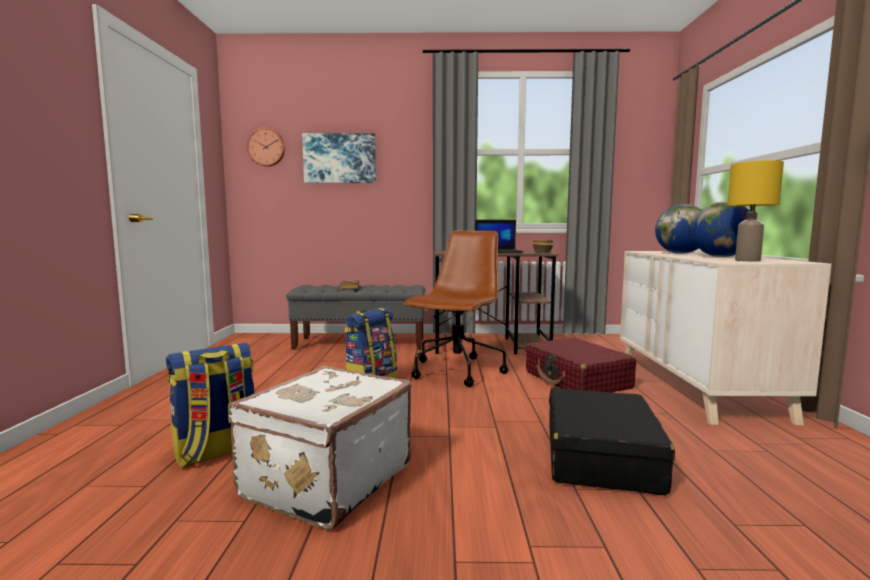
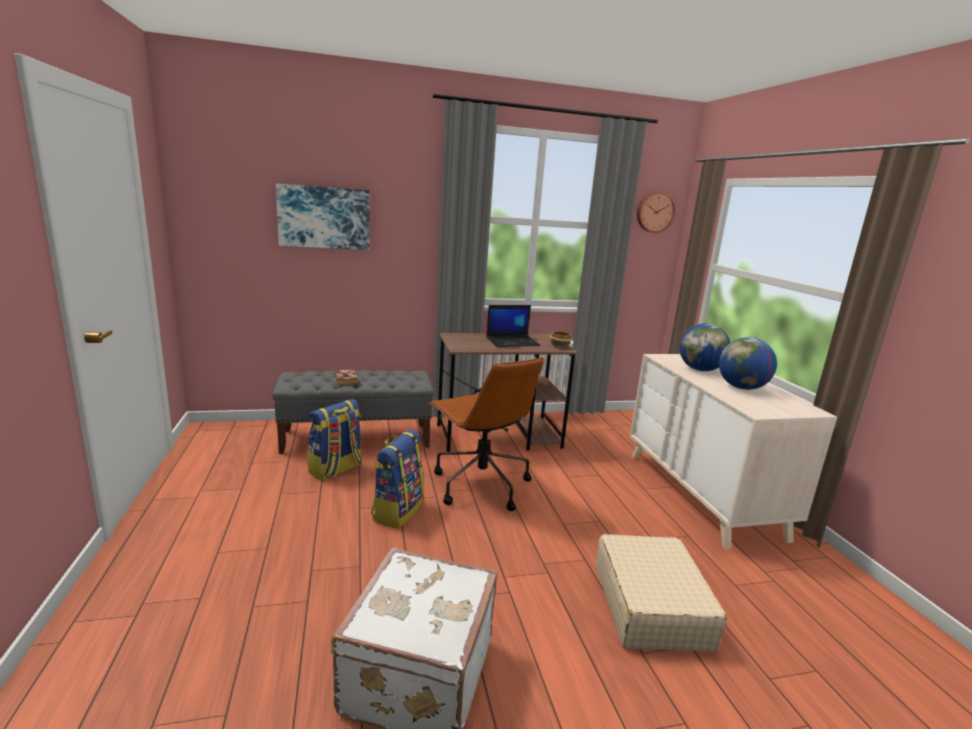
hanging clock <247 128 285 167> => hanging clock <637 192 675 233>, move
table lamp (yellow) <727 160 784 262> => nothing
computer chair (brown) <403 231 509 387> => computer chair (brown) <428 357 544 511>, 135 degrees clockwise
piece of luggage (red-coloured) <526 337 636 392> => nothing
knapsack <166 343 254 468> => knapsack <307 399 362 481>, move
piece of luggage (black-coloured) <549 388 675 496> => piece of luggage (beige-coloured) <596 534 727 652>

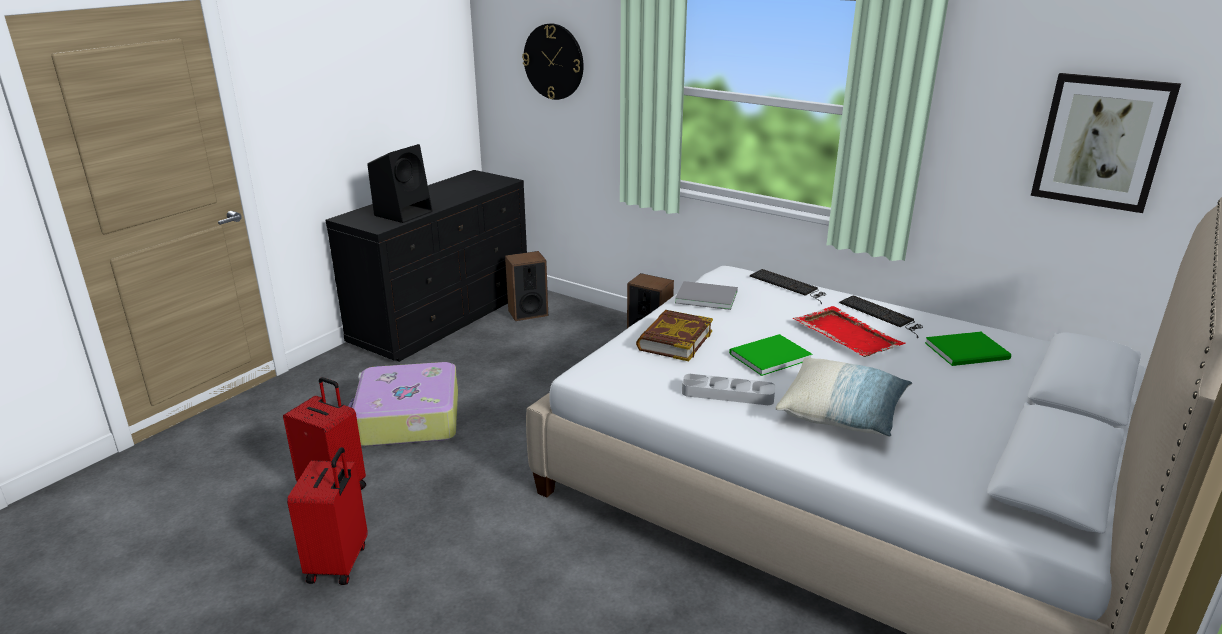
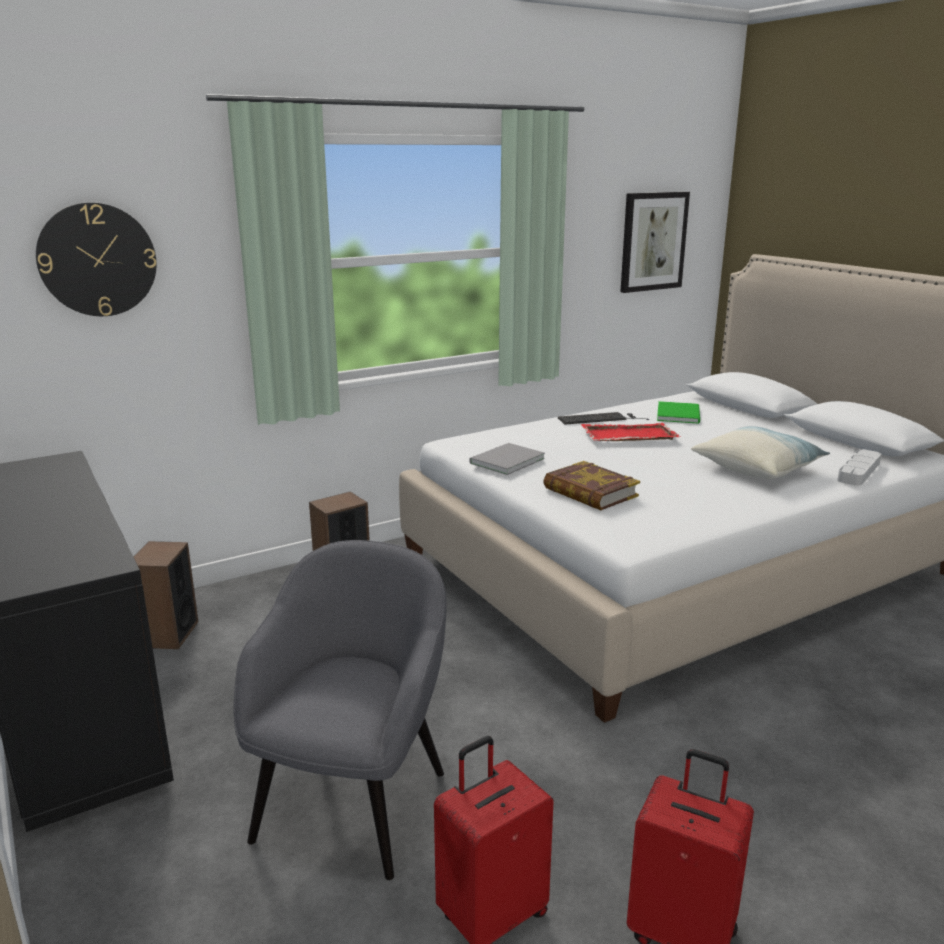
audio speaker (black-coloured) <367 144 432 223> => nothing
PC keyboard <750 269 826 304> => nothing
volume (green) <729 334 812 376> => nothing
piece of luggage <348 362 458 446> => armchair (gray) <233 540 447 880>
serving tray (gray) <682 374 775 405> => serving tray (gray) <837 449 881 486>, move

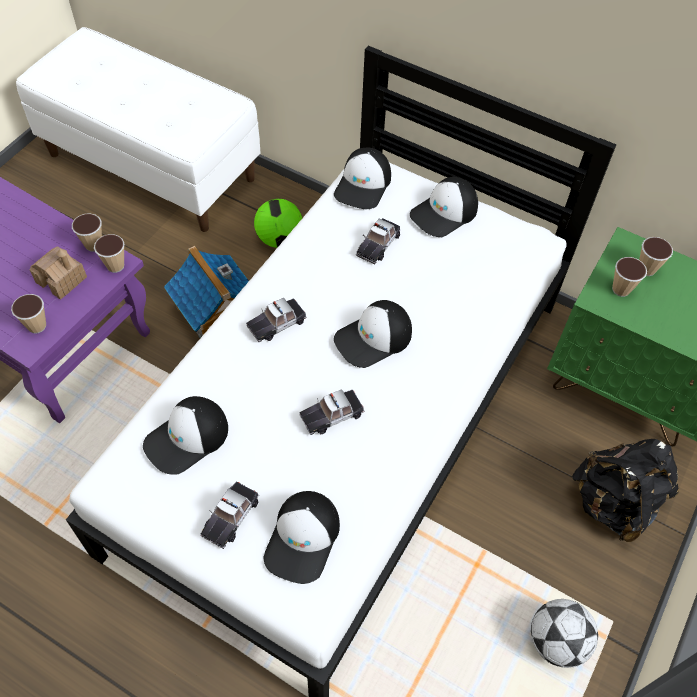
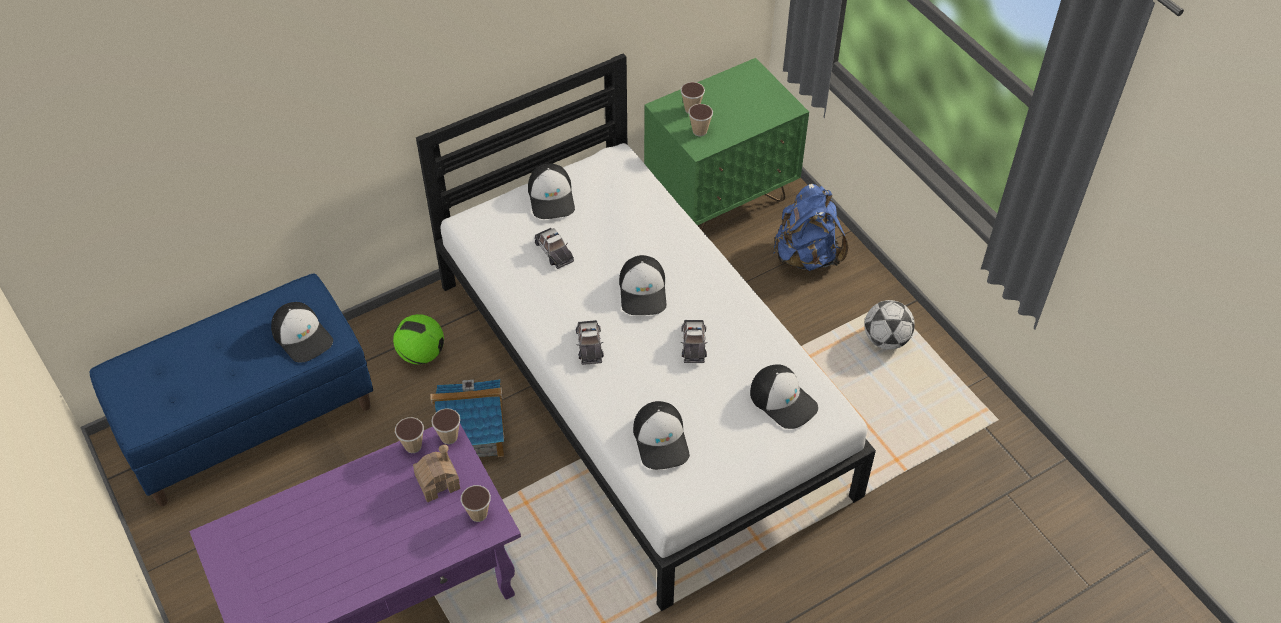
bench (whitish) <16 27 260 232> => bench (blue-coloured) <89 273 373 506>
peaked cap <334 148 391 209> => peaked cap <271 302 333 362>, move
knapsack (black-coloured) <572 439 679 542> => knapsack (blue-coloured) <773 184 848 271>
miniature car <200 481 259 549> => nothing

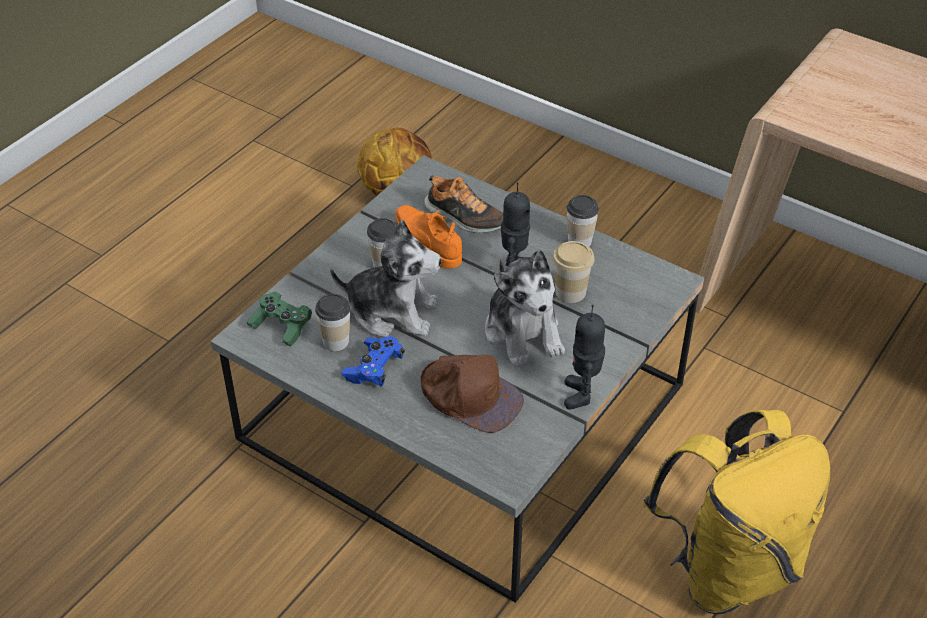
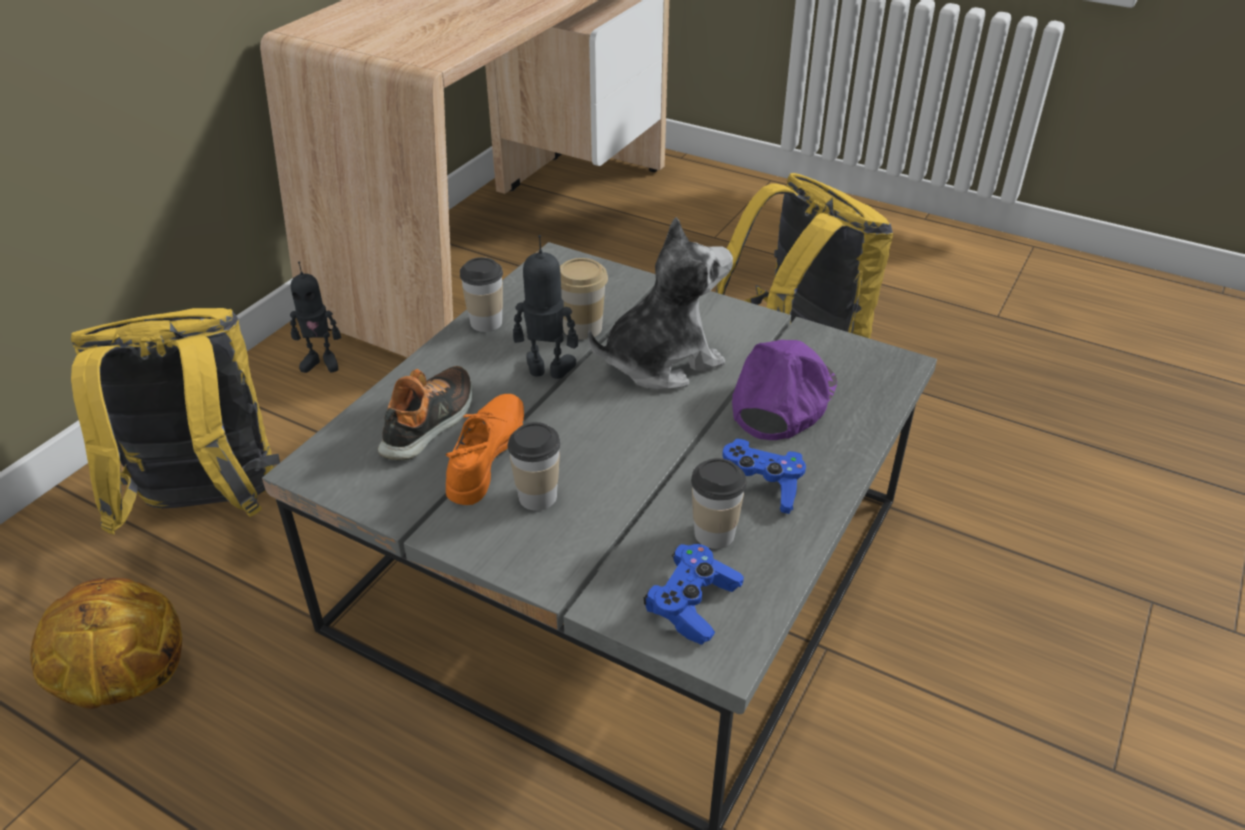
shoe (orangey) <395 205 462 269> => shoe (orangey) <445 394 524 505>, 150 degrees clockwise
plush toy <330 220 441 337> => nothing
joypad (green) <247 291 312 346> => joypad (blue-coloured) <644 544 744 645>
toy robot <564 305 605 410> => toy robot <290 262 341 373>, move
peaked cap (brown) <420 355 524 433> => peaked cap (purple) <732 340 837 440>
nothing => knapsack (yellow) <71 308 280 535>

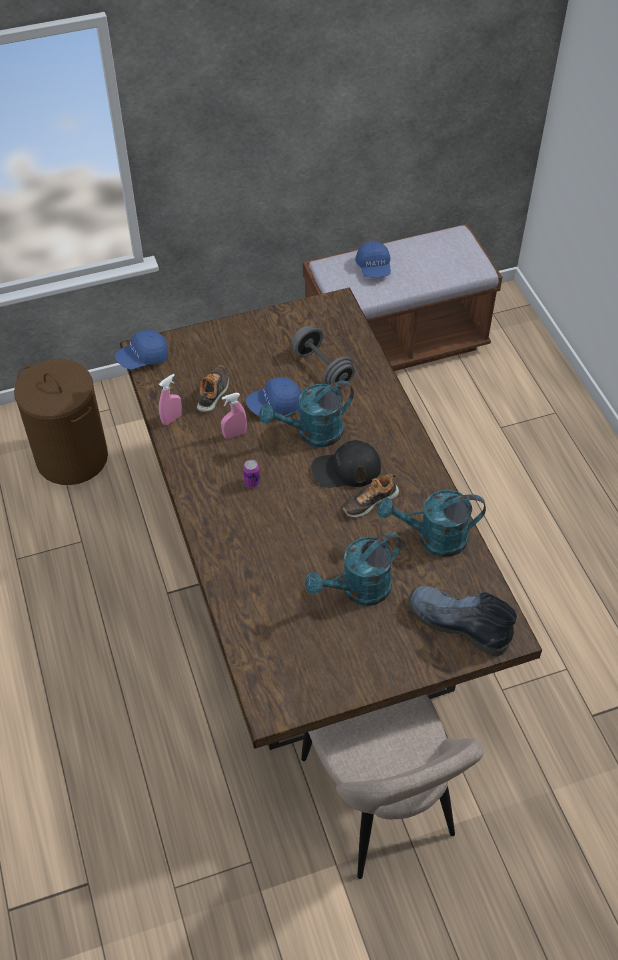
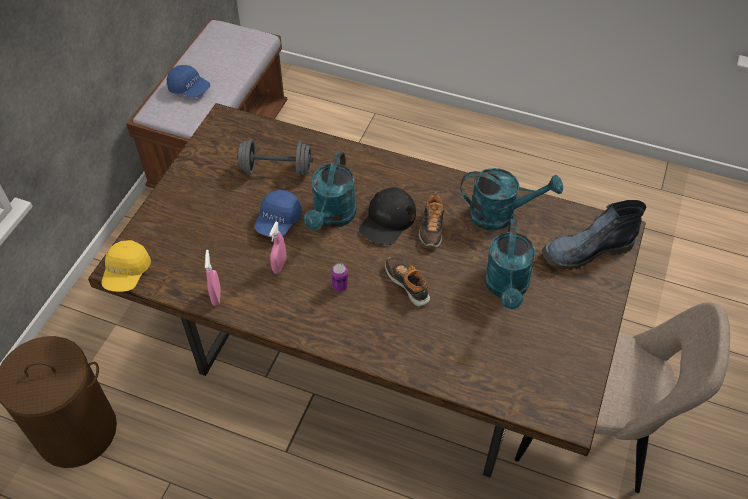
peaked cap (blue-coloured) <115 330 169 370> => peaked cap (yellow) <101 240 151 292>
shoe <197 365 229 412> => shoe <385 257 430 307>, move
sprinkling can (turquoise) <378 490 486 557> => sprinkling can (turquoise) <461 168 563 231>, 120 degrees counterclockwise

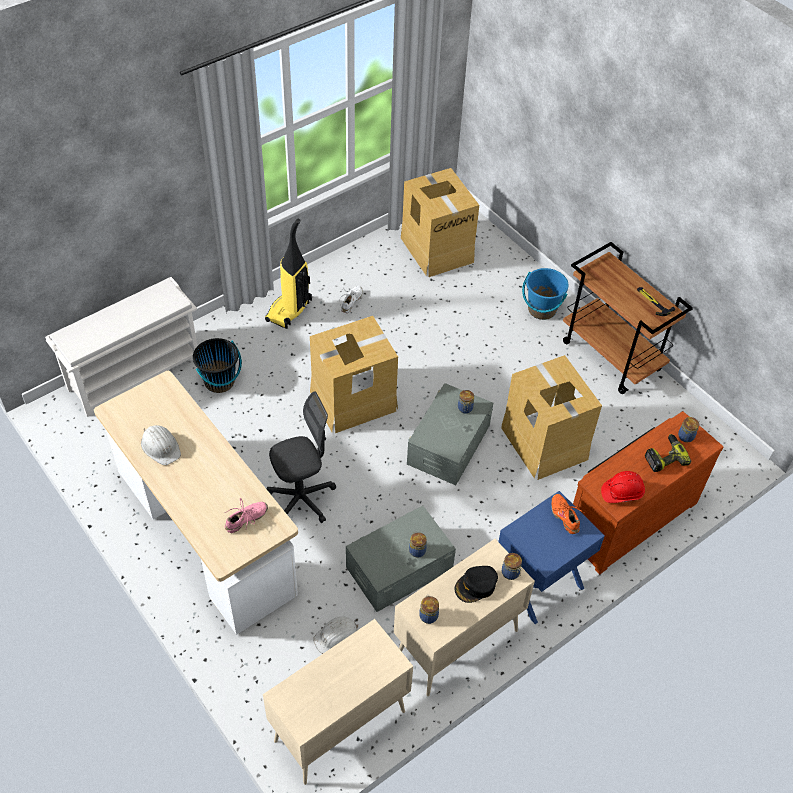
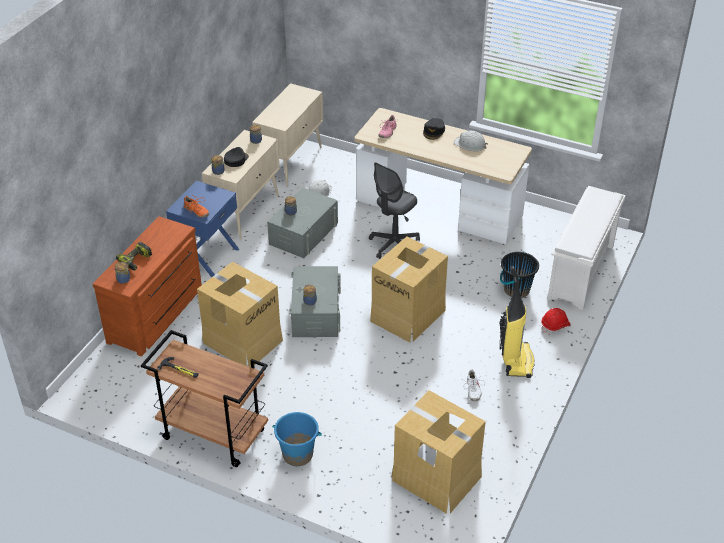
hard hat (red-coloured) <601 471 645 503> => hard hat (red-coloured) <541 308 571 333>, move
nothing => peaked cap (black-coloured) <423 118 445 140>

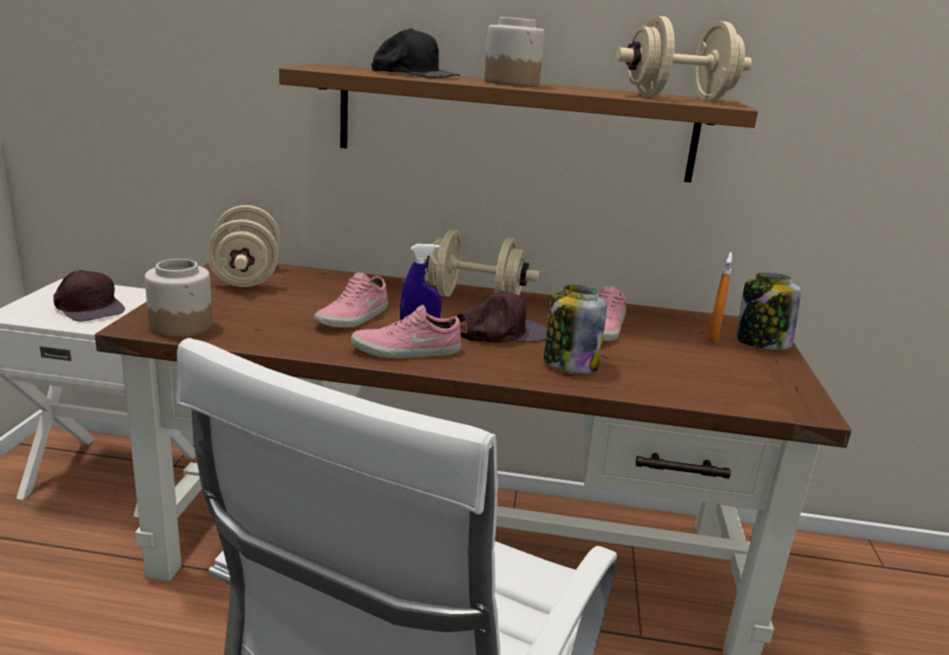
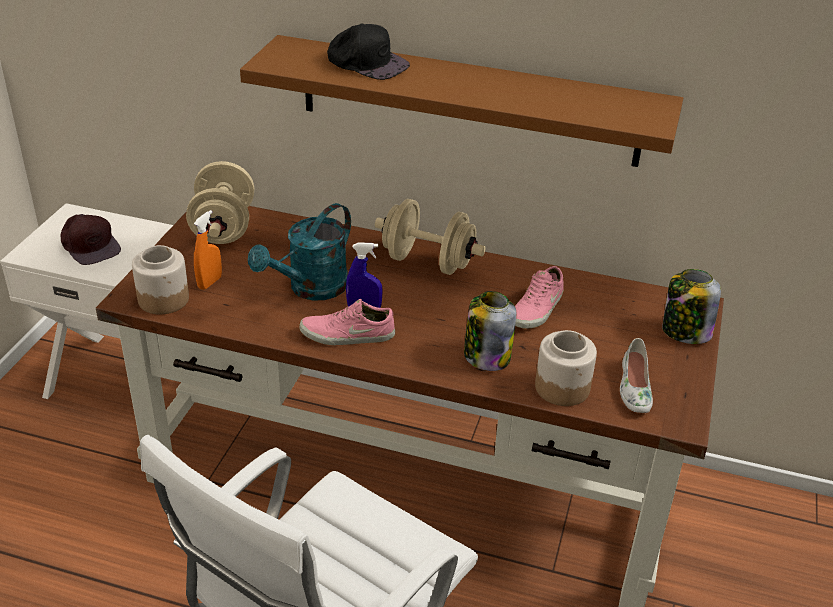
free weight (beige-coloured) <616 16 752 101> => nothing
jar <484 17 545 86> => jar <535 330 597 406>, move
spray bottle (orangey) <707 252 733 343> => spray bottle (orangey) <194 210 222 290>, move
shoe (pink-coloured) <314 272 388 328> => sprinkling can (turquoise) <248 203 351 301>
peaked cap (brown) <457 290 547 342> => nothing
nothing => shoe (whitish) <620 338 653 413>

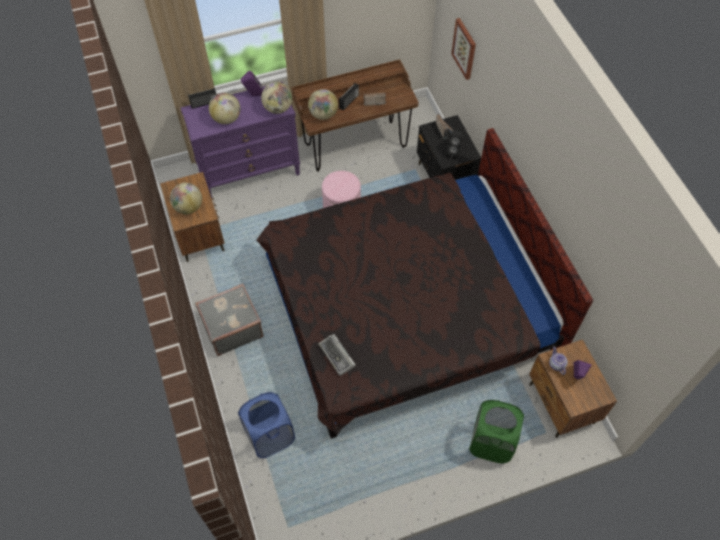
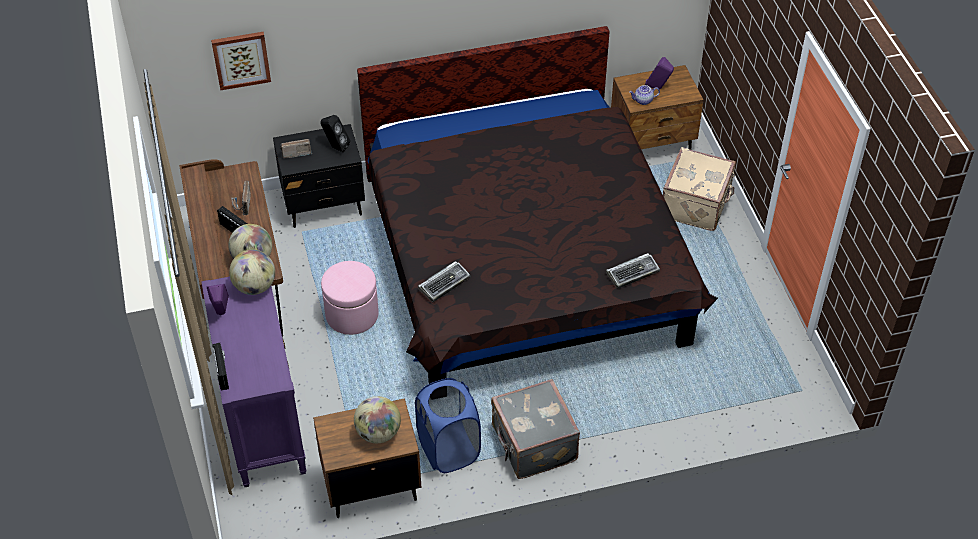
desk globe <209 92 240 124> => nothing
washing basket (blue-coloured) <238 392 295 458> => washing basket (blue-coloured) <415 378 481 473>, move
washing basket (green) <469 400 524 463> => piece of luggage (beige-coloured) <663 147 736 231>
nothing => PC keyboard <418 261 471 302>

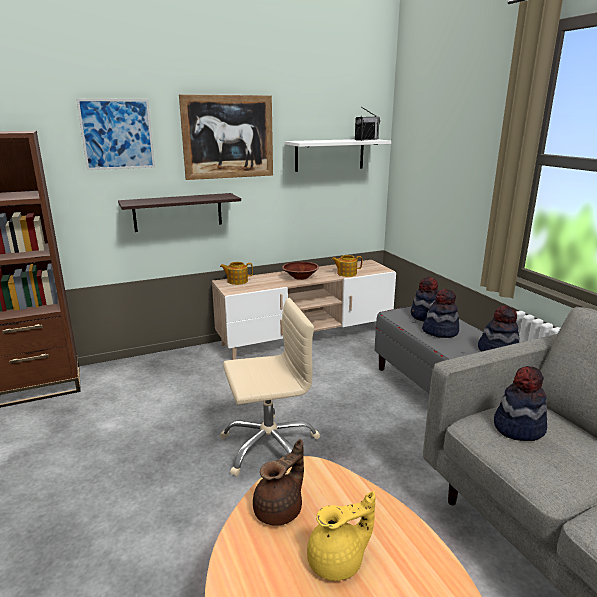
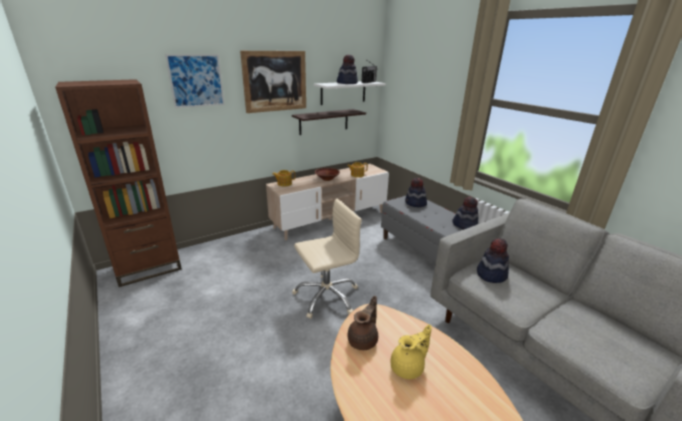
shelf <118 193 241 232> => shelf <292 109 366 135>, move
clothing hat <422 289 459 338> => clothing hat <337 55 358 84>, move

